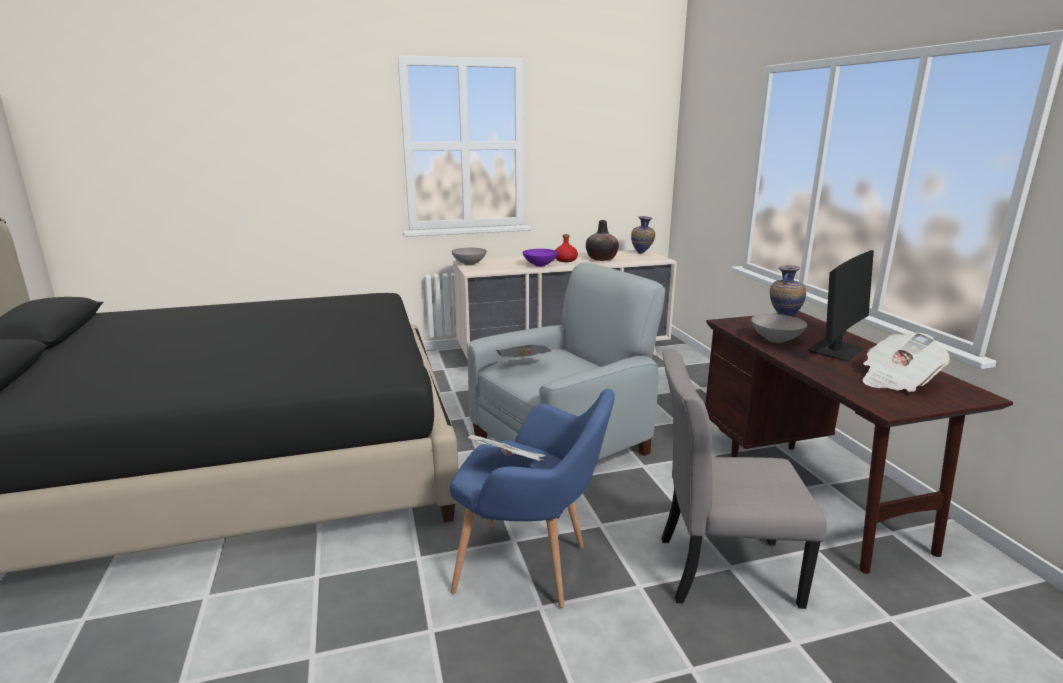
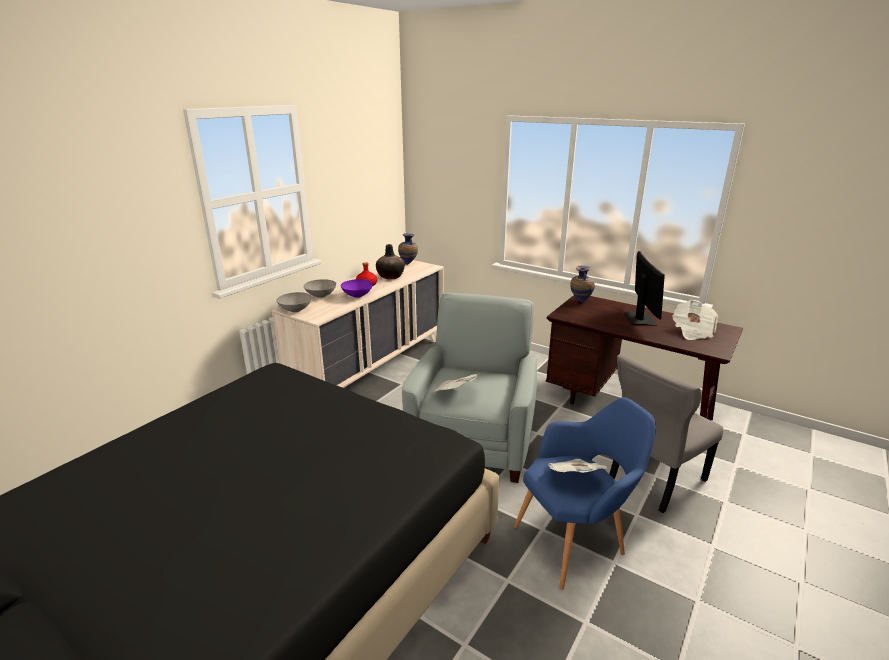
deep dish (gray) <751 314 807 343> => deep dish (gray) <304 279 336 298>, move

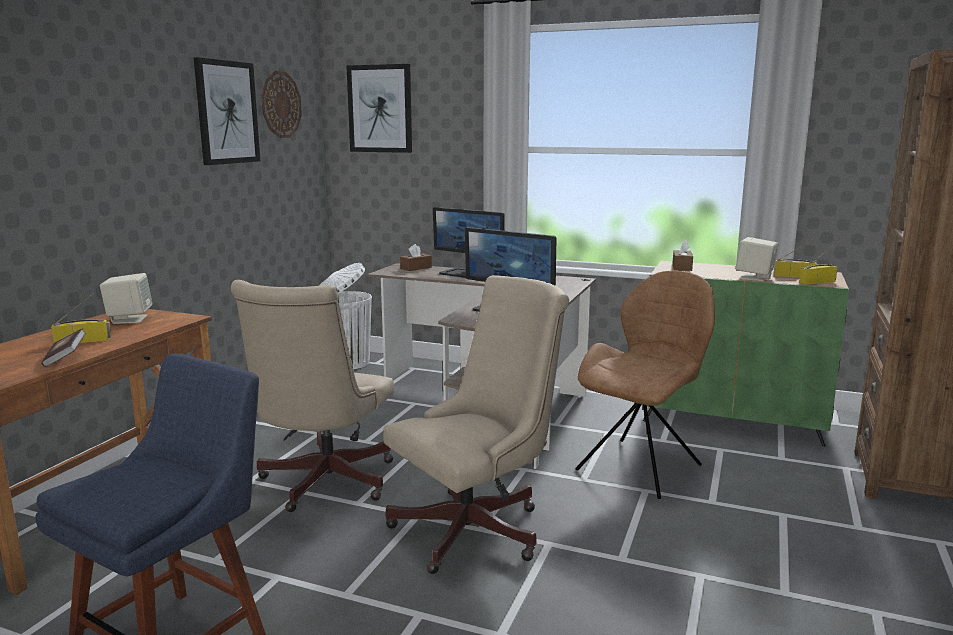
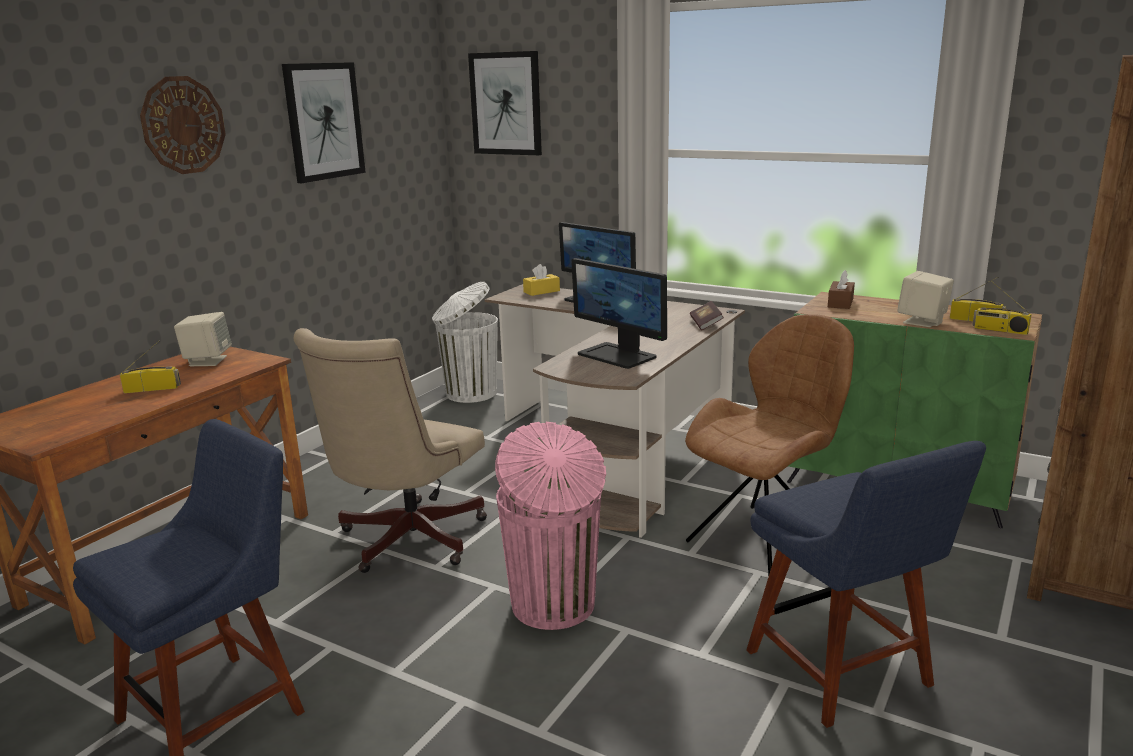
hanging clock <261 71 302 138> => hanging clock <140 76 226 174>, move
radio <799 243 837 285> => radio <972 281 1032 335>, 135 degrees counterclockwise
tissue box (brown) <400 244 432 271> => tissue box (yellow) <523 264 560 296>
computer chair (beige-coloured) <383 275 569 574> => rubbish bin (pink-coloured) <495 422 606 630>
volume <42 328 86 367> => volume <690 301 724 330>, move
nothing => upright chair (blue-coloured) <746 441 986 728>

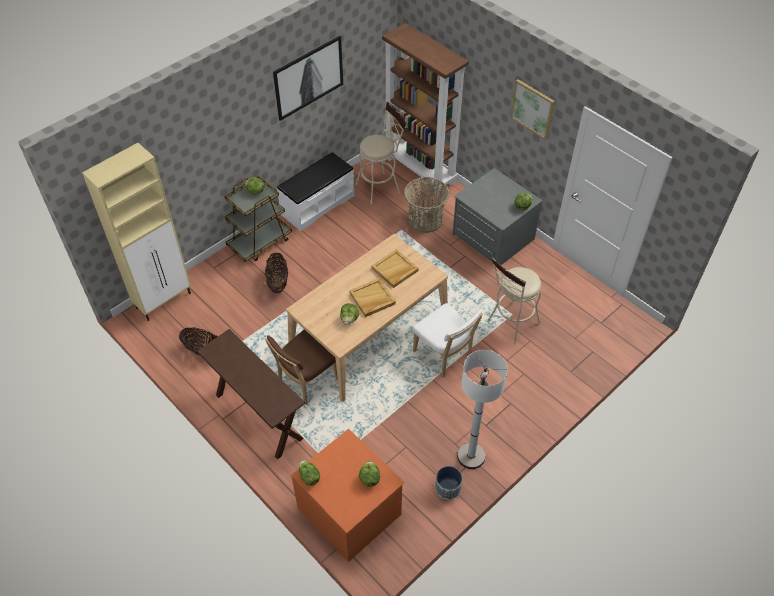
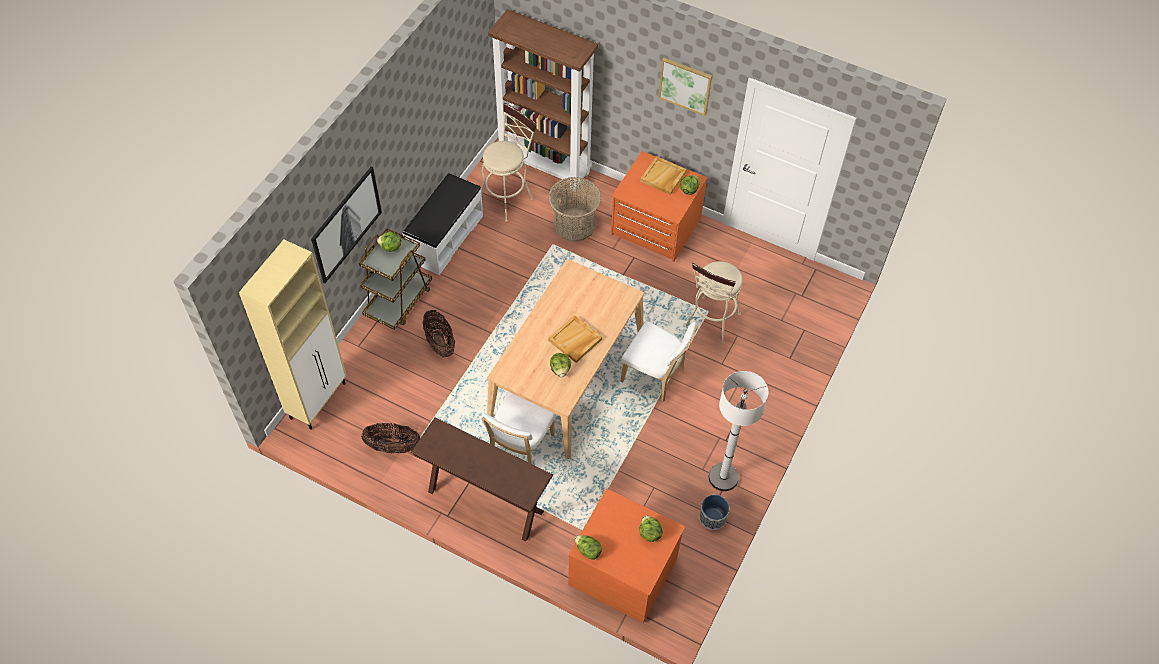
wall art <273 36 343 121> => wall art <311 166 382 283>, move
drawer chest (gray) <452 168 543 265> => drawer chest (orangey) <611 151 707 262>
serving tray (beige-coloured) <372 250 418 288> => serving tray (beige-coloured) <640 156 687 195>, move
upright chair (brown) <265 329 338 405> => upright chair (whitish) <481 392 556 464>

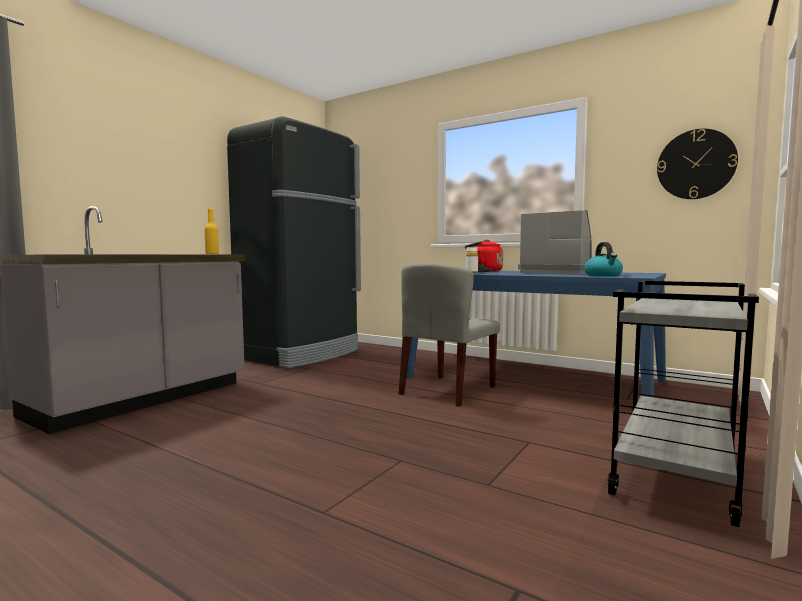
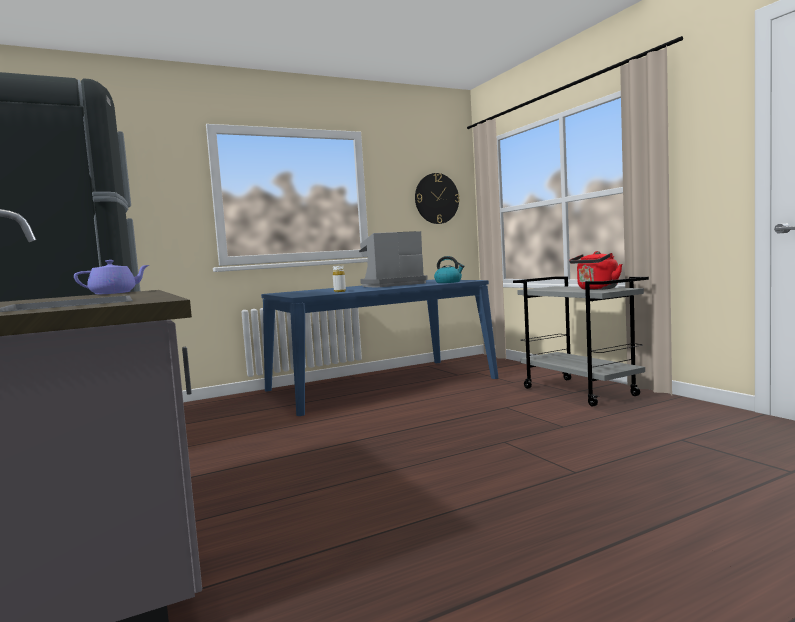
bottle (yellow) <204 208 219 254> => tea pot (purple) <74 260 149 294>
tea kettle (red-coloured) <465 240 503 272> => tea kettle (red-coloured) <569 251 623 290>, move
upright chair (gray) <399 263 500 407> => nothing

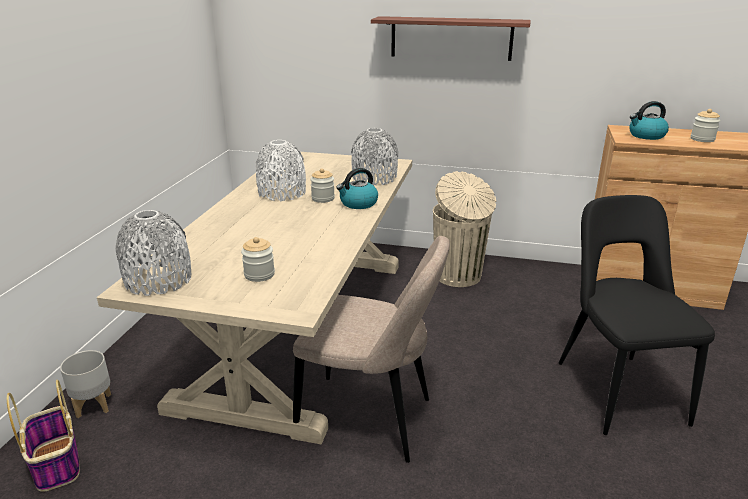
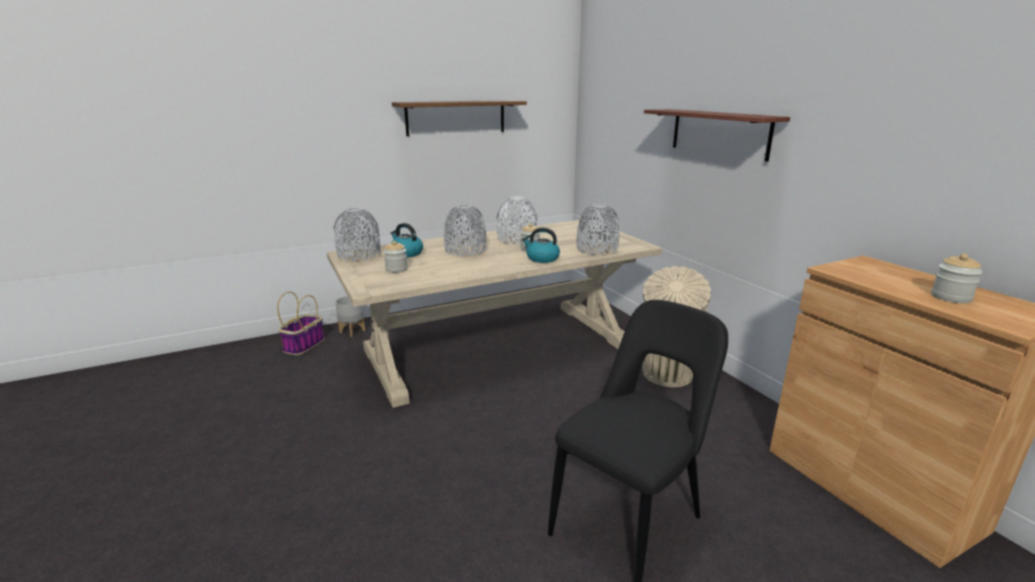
tea kettle <629 101 669 140> => tea kettle <391 223 423 257>, move
upright chair (beige-coloured) <293 236 450 463> => nothing
nothing => shelf <392 100 527 136>
nothing => vase (gray) <444 204 486 257>

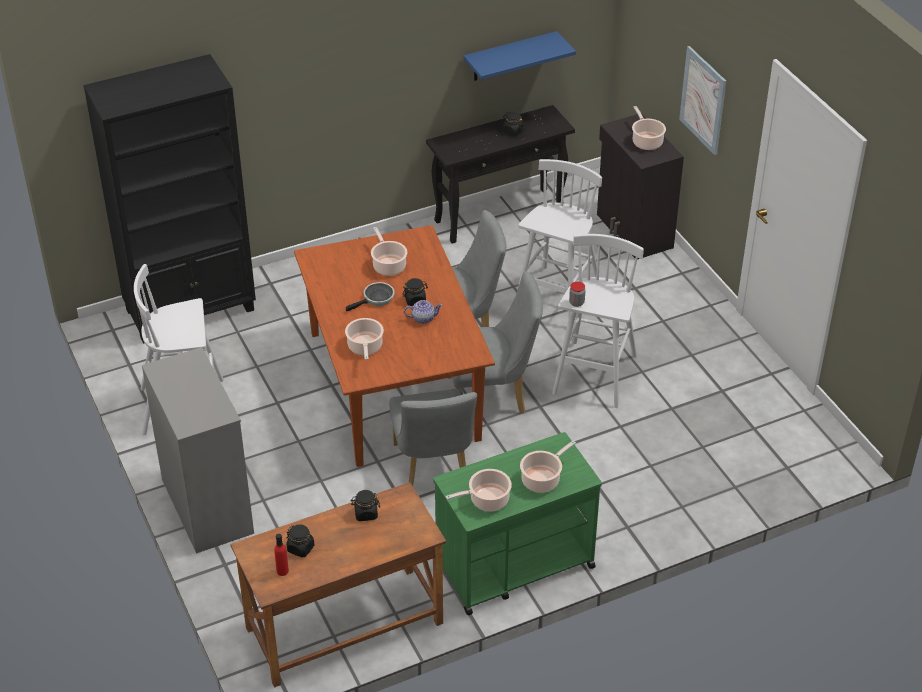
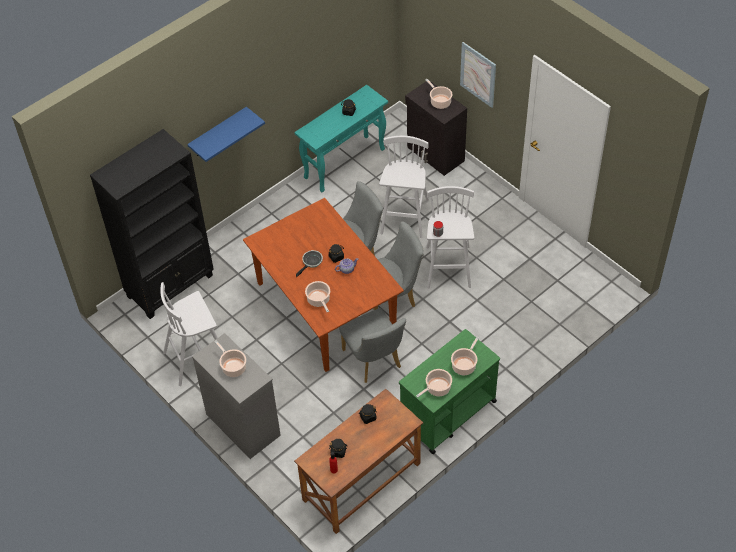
shelf (blue-coloured) <463 31 576 81> => shelf (blue-coloured) <187 107 265 162>, move
console table (black-coloured) <426 105 575 244> => console table (turquoise) <295 85 388 192>
cooking pot <371 227 407 276> => cooking pot <214 340 246 377>, move

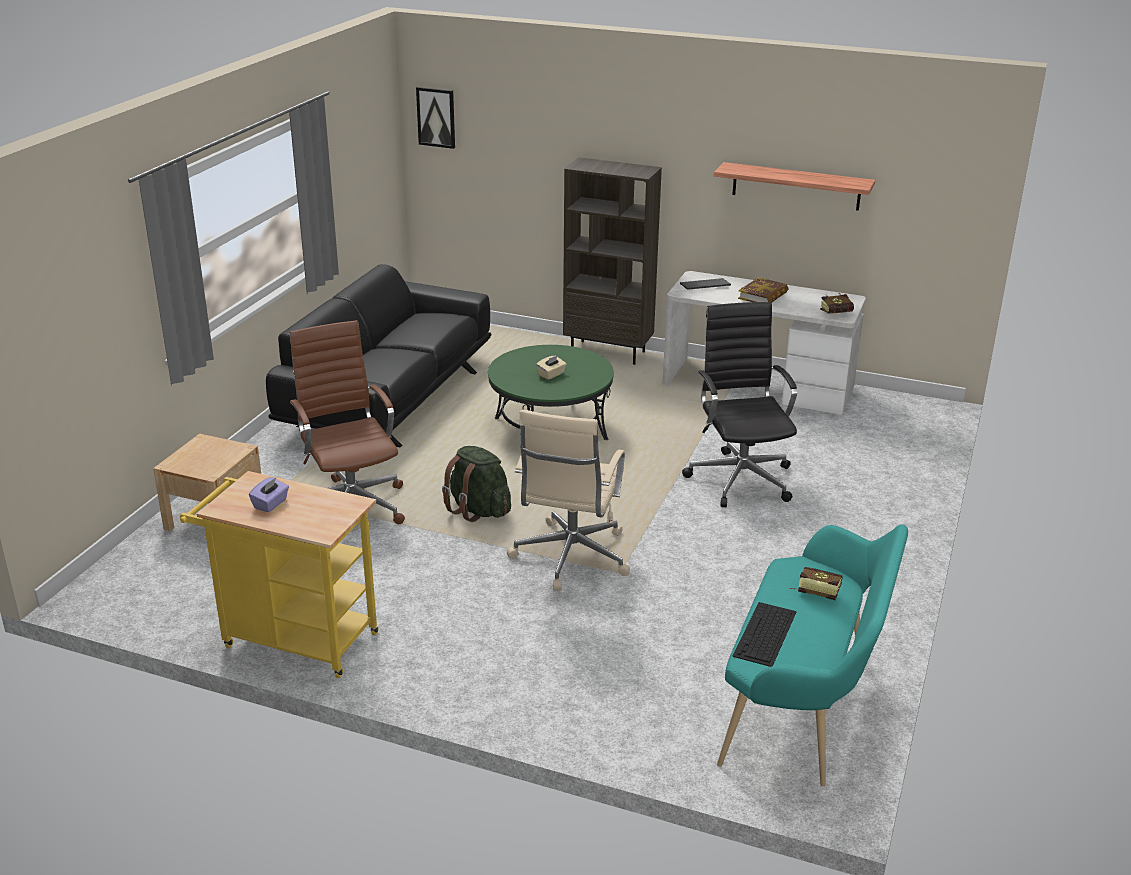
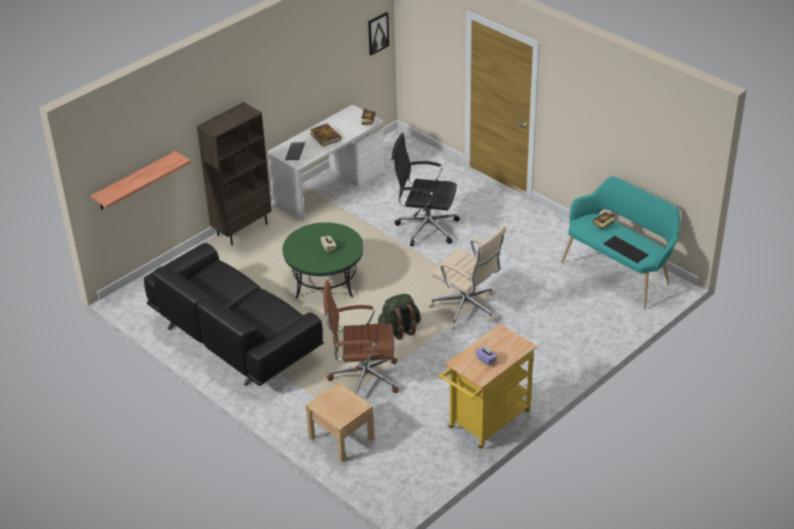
wall art <416 87 455 149> => wall art <368 12 389 55>, move
shelf <714 162 875 211> => shelf <91 151 191 210>, move

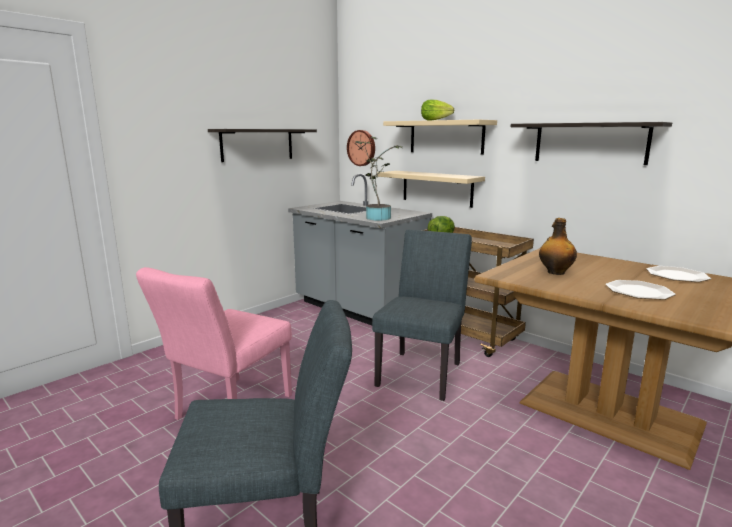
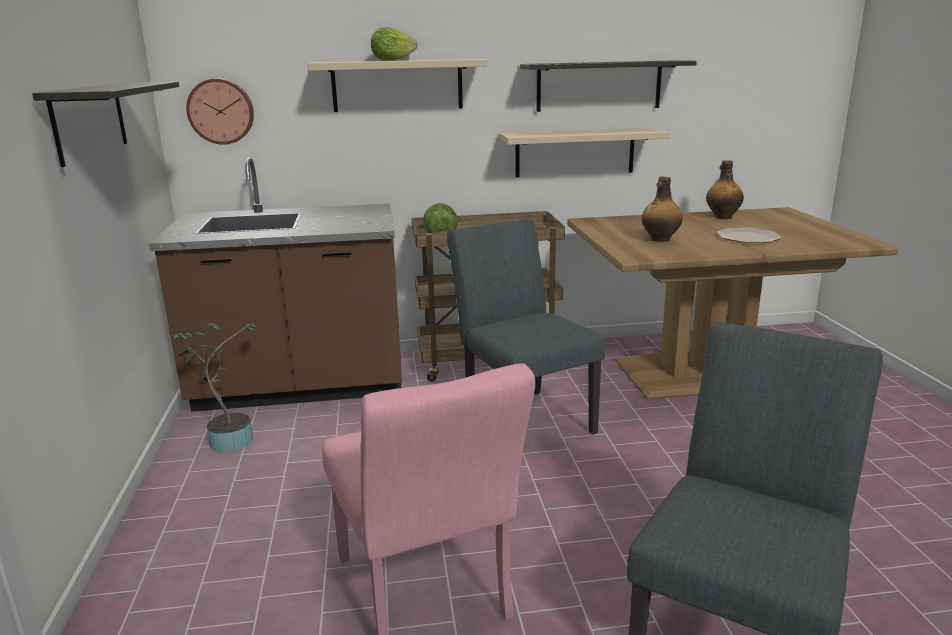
potted plant <355 136 402 221> => potted plant <171 323 258 452>, move
shelf (beige-coloured) <377 171 485 208> => shelf (beige-coloured) <499 127 669 178>, move
kitchen base unit (gray) <288 174 432 325> => kitchen base unit (brown) <149 157 402 412>
flat dish <647 266 711 282> => bottle <706 160 744 219>

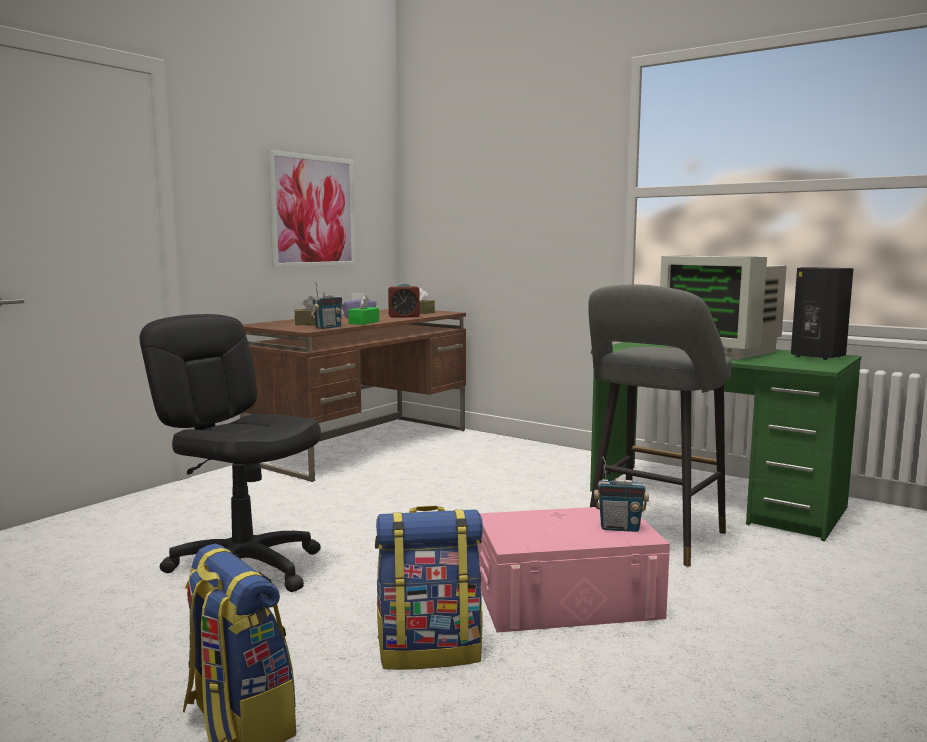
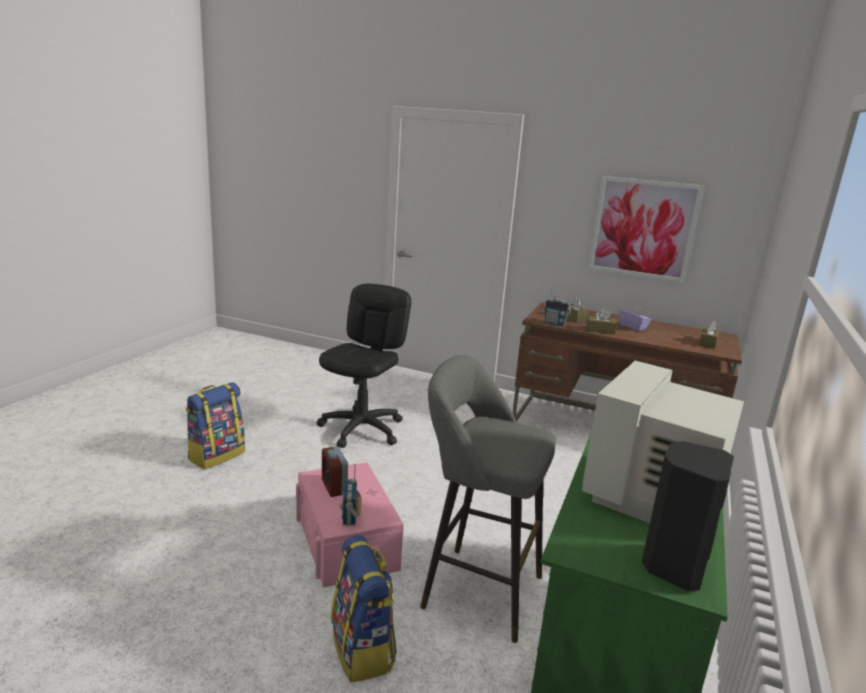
table clock <388 283 420 318> => table clock <322 446 348 497>, move
tissue box (green) <348 295 379 325> => tissue box (brown) <586 309 617 335>
knapsack <375 506 483 670> => knapsack <331 535 397 683>, move

